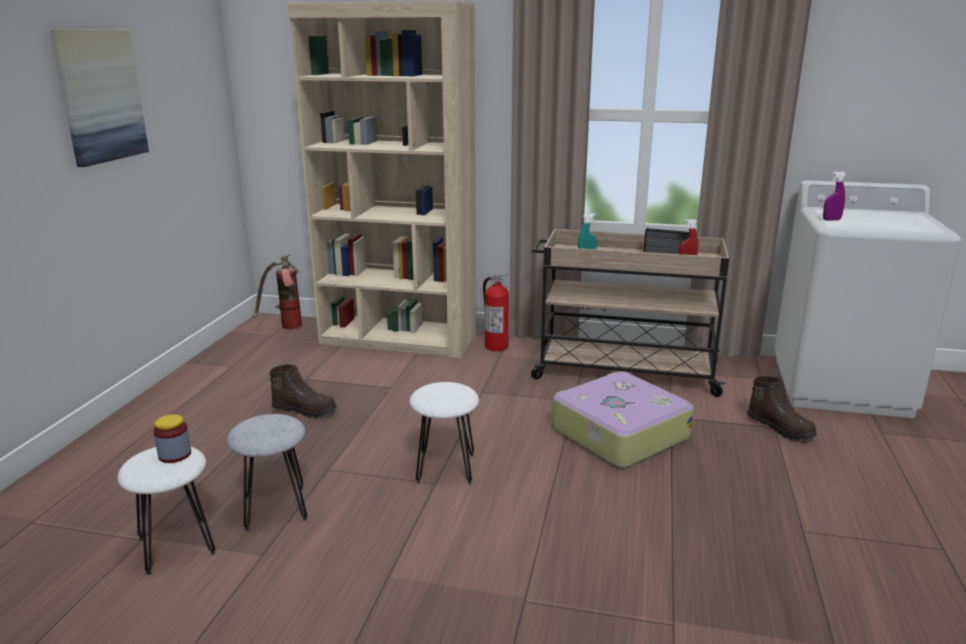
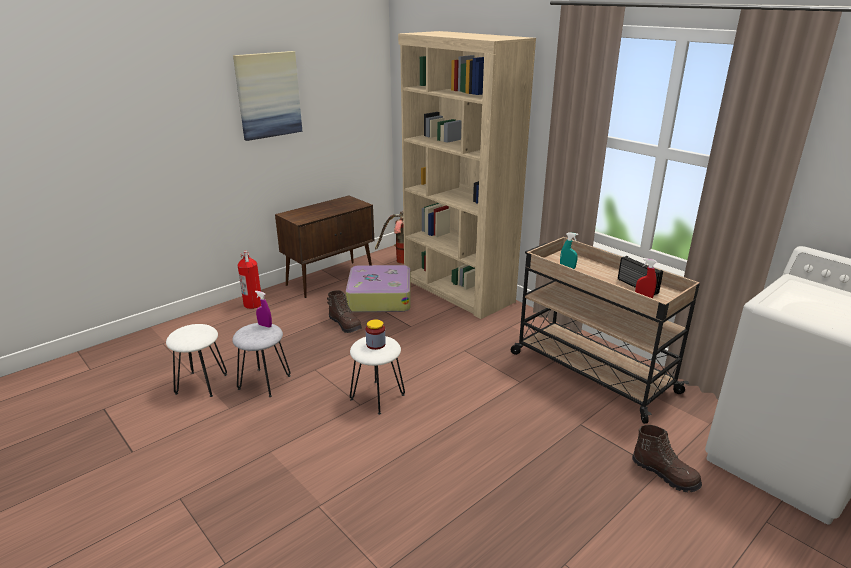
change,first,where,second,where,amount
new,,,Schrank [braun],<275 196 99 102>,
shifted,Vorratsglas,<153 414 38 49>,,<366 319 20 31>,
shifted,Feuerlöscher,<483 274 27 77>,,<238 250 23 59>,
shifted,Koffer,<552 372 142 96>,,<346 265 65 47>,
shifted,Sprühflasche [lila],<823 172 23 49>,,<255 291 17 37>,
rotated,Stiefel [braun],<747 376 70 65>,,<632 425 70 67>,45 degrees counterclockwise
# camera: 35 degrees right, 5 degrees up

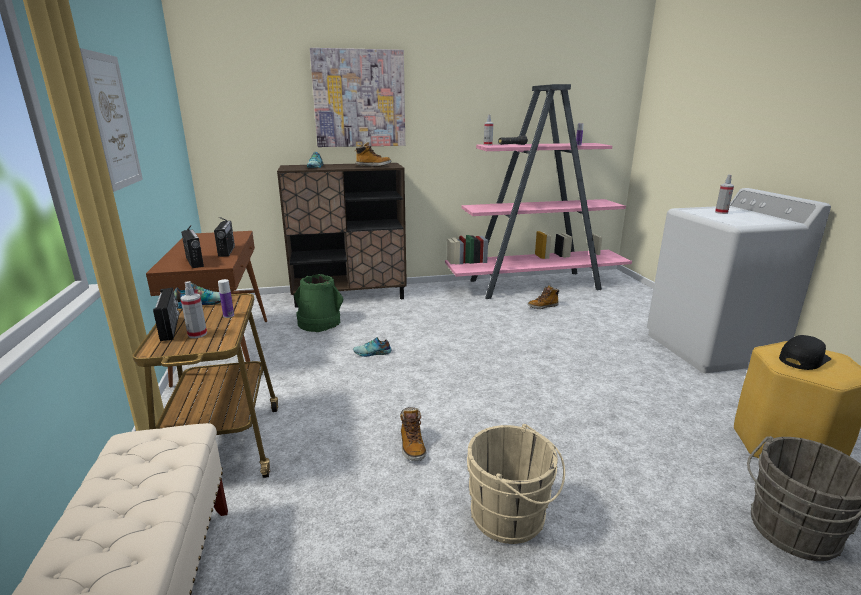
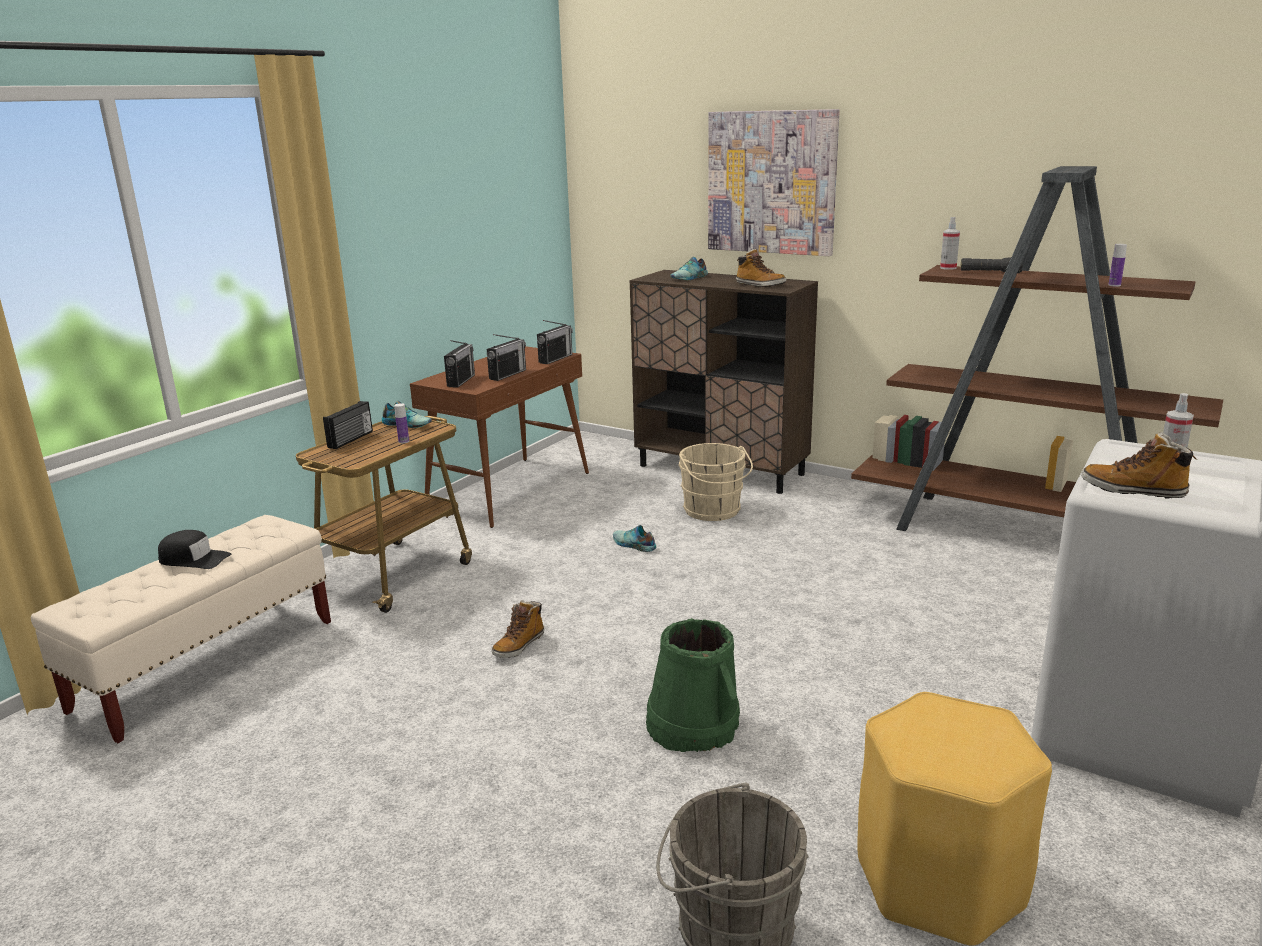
change,first,where,second,where,amount
gone,Bild,<80 48 63 144>,,,
gone,Sprühflasche,<180 281 27 57>,,,
new,,,Radio,<537 320 36 44>,
shifted,Eimer [grün],<294 274 49 58>,,<646 618 94 134>,
shifted,Eimer [beige],<467 424 98 120>,,<678 443 75 78>,
shifted,Stiefel,<528 285 31 24>,,<1081 432 116 67>,
shifted,Kappe [schwarz],<779 335 52 35>,,<158 530 73 39>,
repainted,Bücherregal [rosa],<445 84 187 215>,Bücherregal [braun],<851 166 372 365>,
# camera: 45 degrees right, 0 degrees up

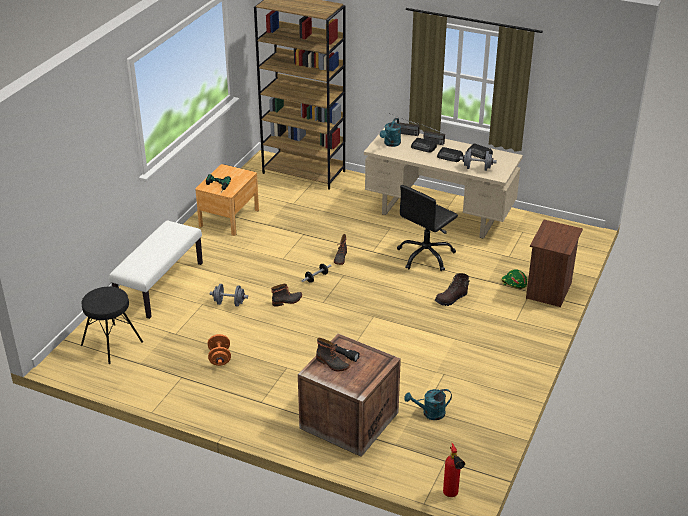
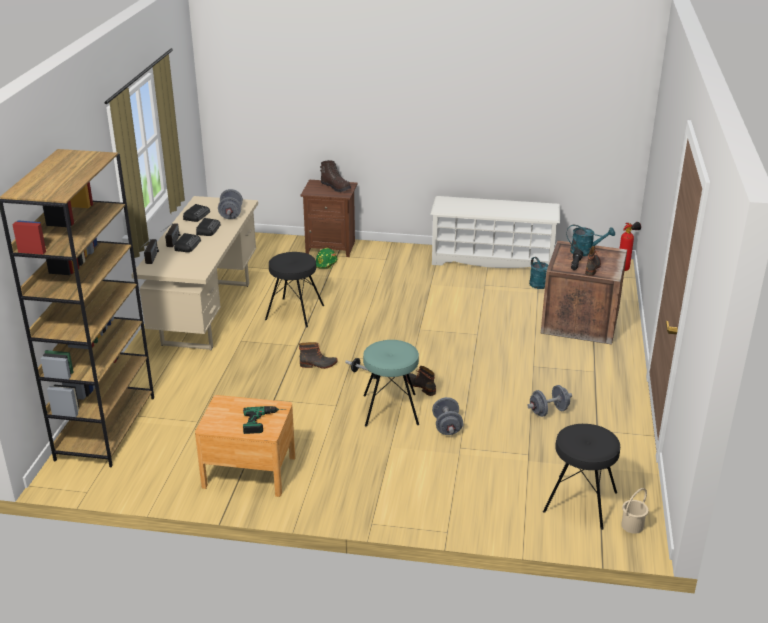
change,first,where,second,where,amount
gone,Bank [weiß],<109 221 94 98>,,,
new,,,Hocker [türkis],<363 340 56 87>,
new,,,Schuhregal [weiß],<430 196 130 72>,
new,,,Eimer [beige],<621 488 28 46>,
shifted,Gießkanne [türkis],<380 118 21 29>,,<567 225 48 31>,
shifted,Stiefel [braun],<435 273 35 33>,,<320 160 31 32>,
swapped,Bürostuhl [schwarz],<397 185 61 86>,Hocker [schwarz],<265 252 59 76>,
repainted,Hantel [orange],<208 334 23 32>,Hantel [grau],<527 385 45 32>,
# camera: 105 degrees left, 5 degrees down

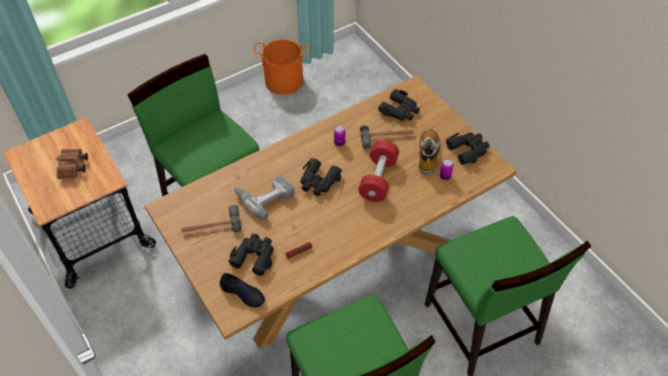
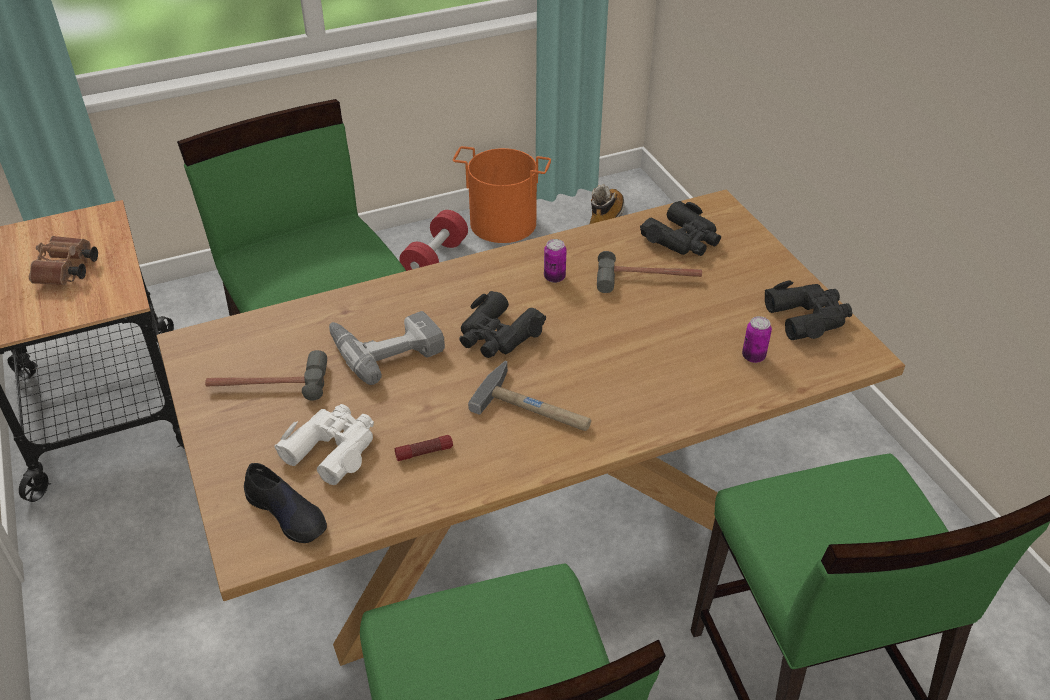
change,first,where,second,where,amount
new,,,Hammer,<468 361 123 70>,
shifted,Hantel [rot],<358 140 41 62>,,<399 210 69 61>,
shifted,Stiefel,<419 130 21 44>,,<589 185 35 39>,
repainted,Fernglas [schwarz],<229 234 45 42>,Fernglas [weiß],<274 404 100 81>,
# camera: 10 degrees right, 10 degrees down

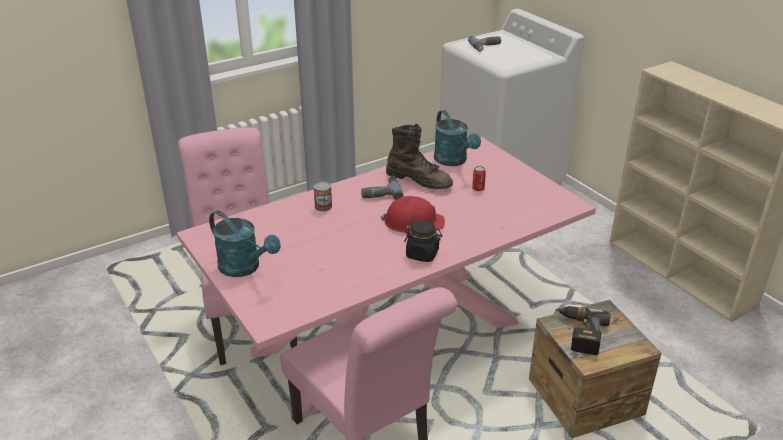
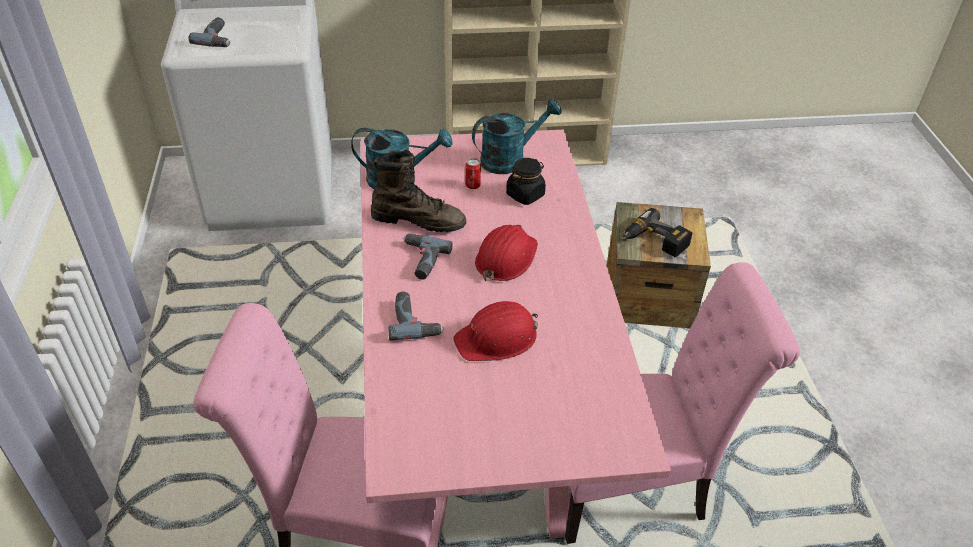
change,first,where,second,where,amount
new,,,Schutzhelm [rot],<453 301 85 60>,
shifted,Gießkanne [türkis],<209 210 72 67>,,<472 99 90 75>,
shifted,Vorratsglas [schwarz],<404 220 38 42>,,<506 158 40 47>,
swapped,Dose,<313 181 19 31>,Bohrmaschine,<388 292 56 49>,
rotated,Stiefel [braun],<386 124 67 65>,,<371 150 95 82>,45 degrees clockwise
# camera: 65 degrees left, 10 degrees up

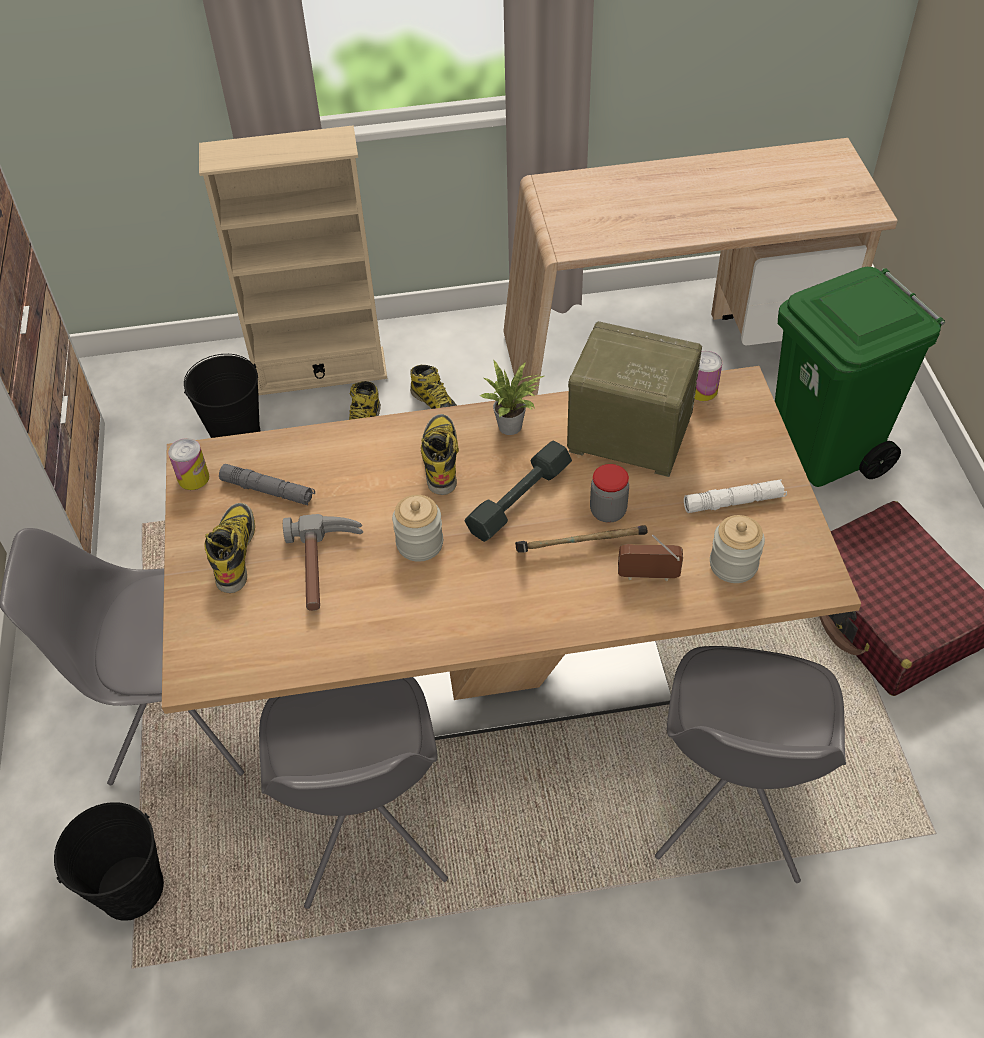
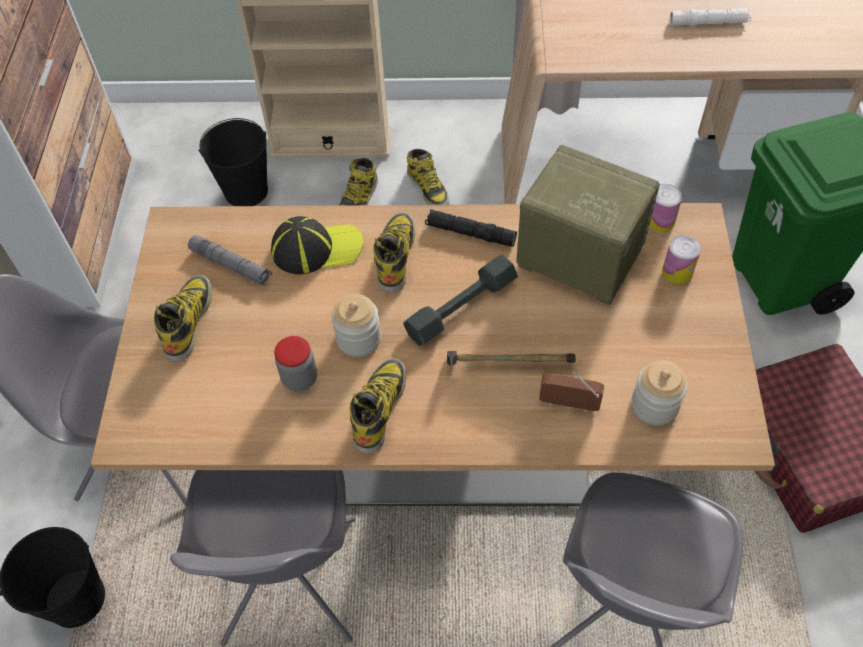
change,first,where,second,where,amount
gone,Hammer,<283 514 80 97>,,,
new,,,Kappe,<271 216 92 59>,
new,,,Stiefel,<350 358 56 96>,
shifted,Dose,<168 438 41 52>,,<662 235 39 50>,
shifted,Vorratsglas,<590 464 39 59>,,<274 336 43 55>,
shifted,Taschenlampe [weiß],<684 479 103 34>,,<670 8 81 18>,
swapped,Topfpflanze,<480 361 64 74>,Taschenlampe [schwarz],<425 209 92 38>,
# camera: 10 degrees right, 5 degrees up

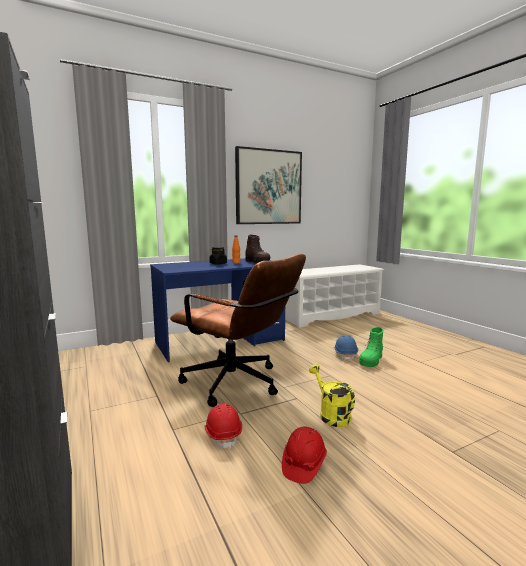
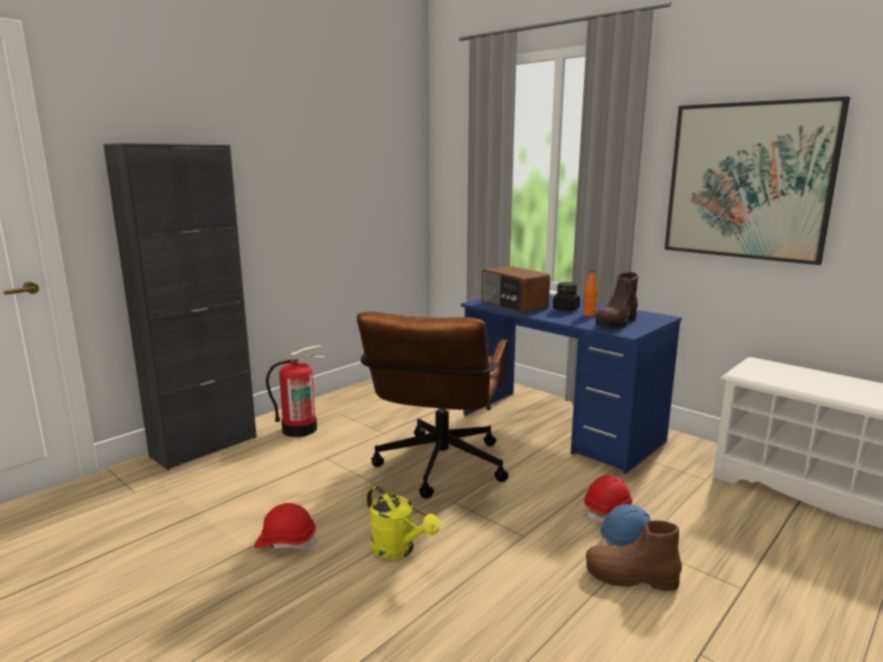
change,first,where,second,where,amount
new,,,Feuerlöscher,<266 345 59 92>,
new,,,Radio,<481 266 69 47>,
shifted,Schutzhelm [rot],<205 404 37 45>,,<584 475 48 48>,
repainted,Stiefel [grün],<360 327 23 40>,Stiefel [braun],<586 520 96 71>,
rotated,Gießkanne [gelb],<309 364 46 63>,,<367 486 73 73>,90 degrees clockwise
# camera: 70 degrees right, 5 degrees up

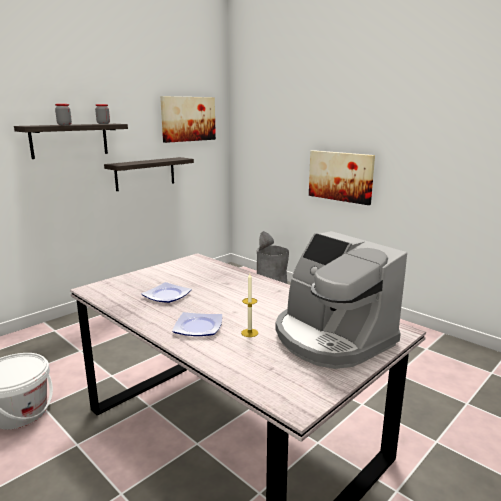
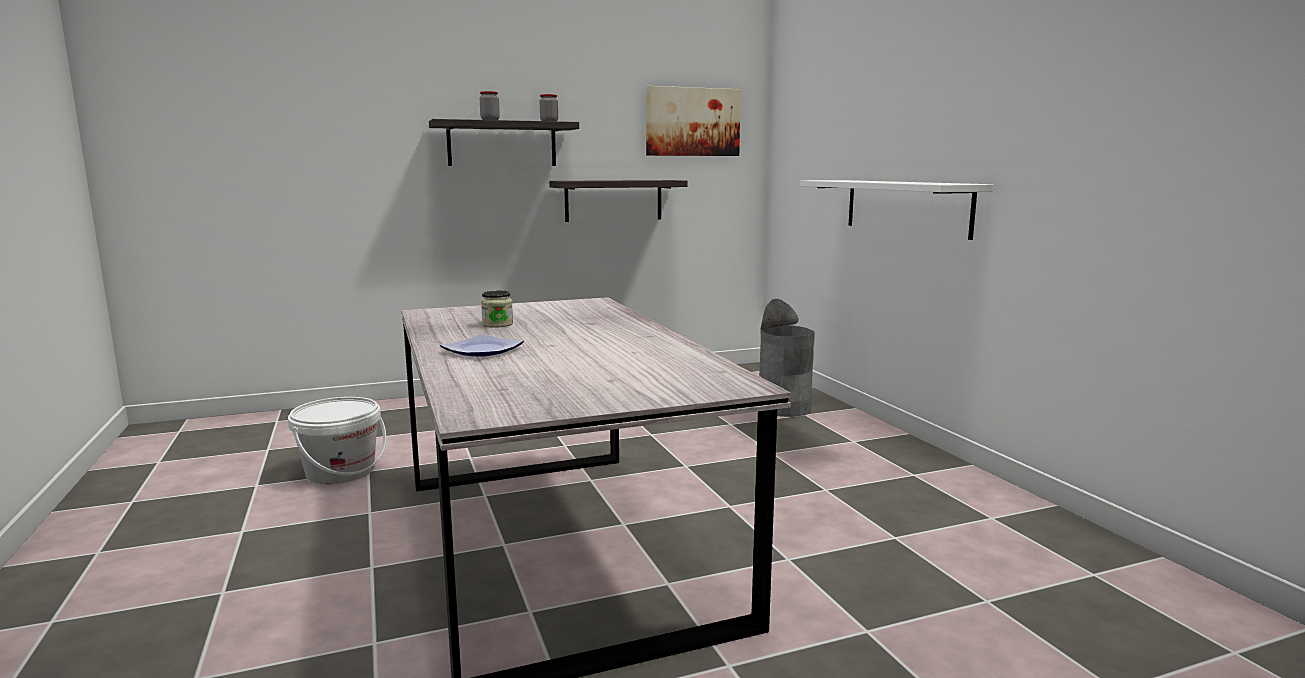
change,first,where,second,where,amount
gone,Kerze,<241 274 17 63>,,,
gone,Kaffeemaschine,<275 231 132 138>,,,
swapped,Teller,<141 282 51 21>,Vorratsglas,<481 291 32 37>,
swapped,Bild,<309 150 66 55>,Wandregal [weiß],<800 180 194 60>,
# camera: 25 degrees right, 5 degrees down

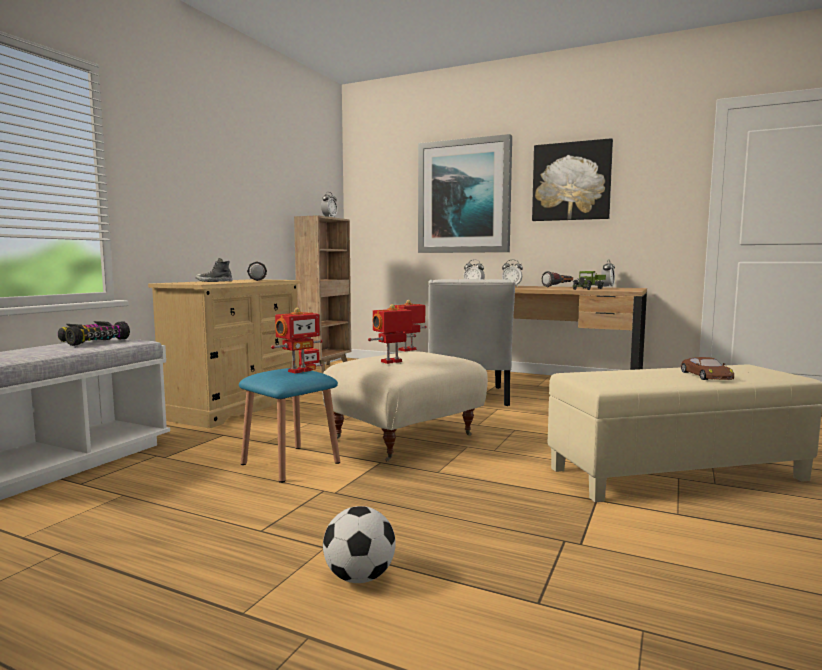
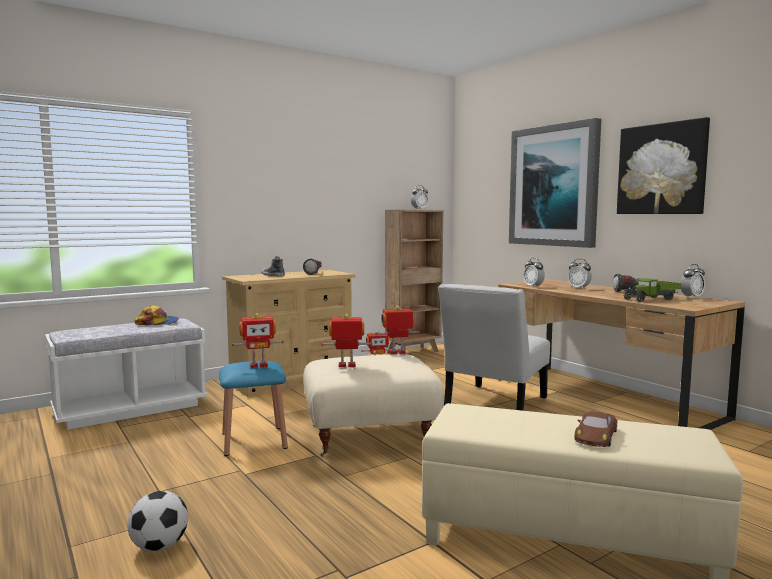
change,first,where,second,where,amount
swapped,Spielzeugauto,<58 321 72 25>,Kappe,<134 305 45 21>,
# camera: 30 degrees right, 0 degrees up

